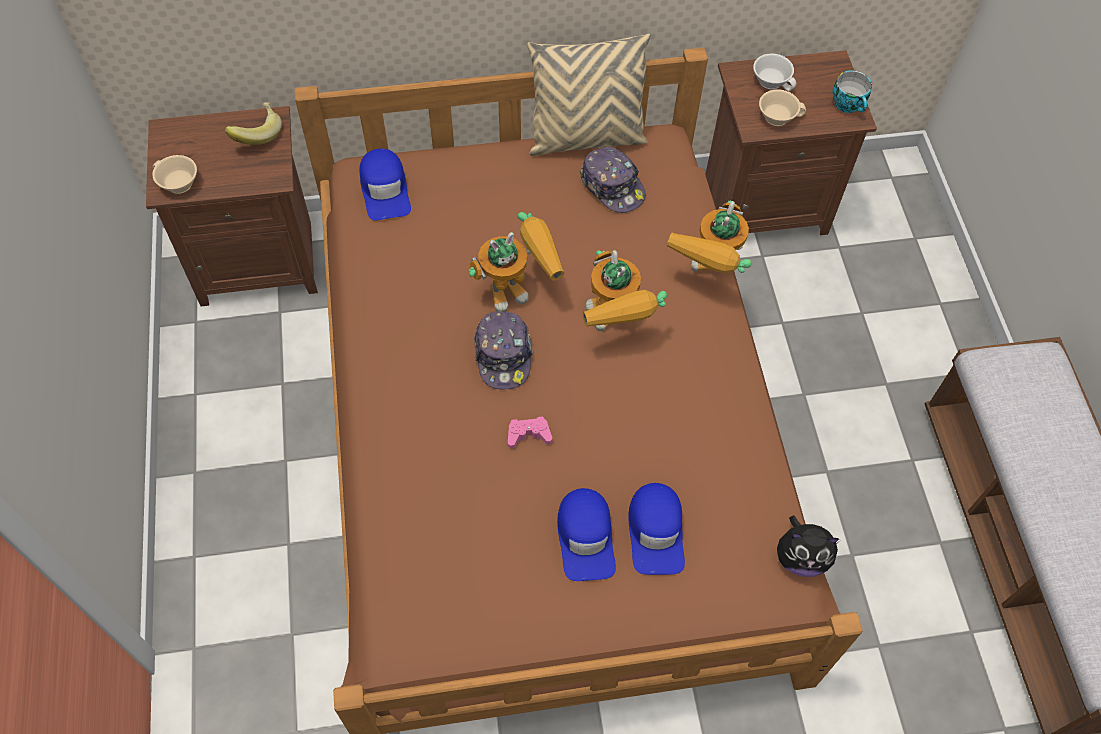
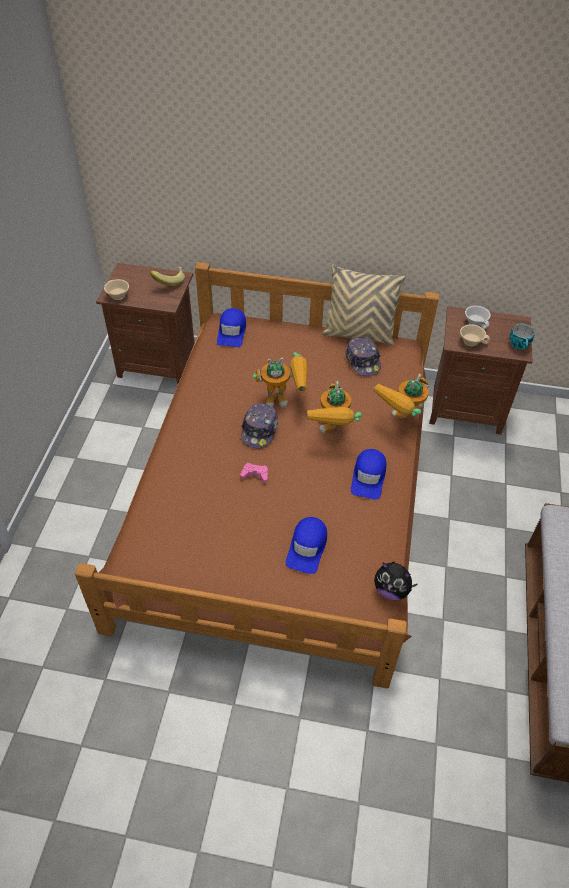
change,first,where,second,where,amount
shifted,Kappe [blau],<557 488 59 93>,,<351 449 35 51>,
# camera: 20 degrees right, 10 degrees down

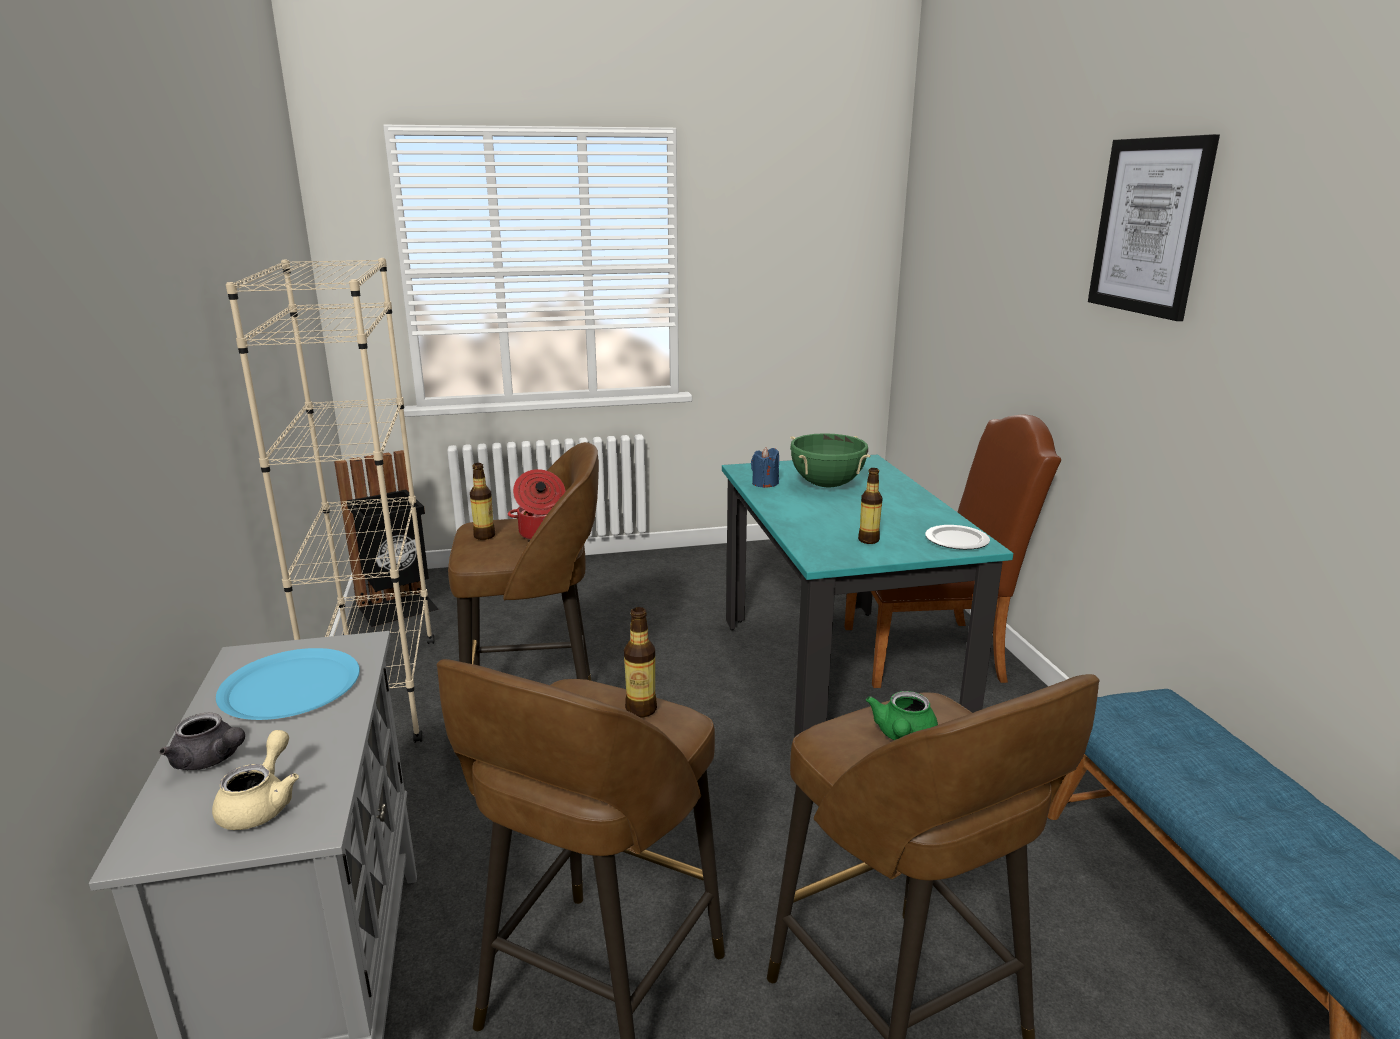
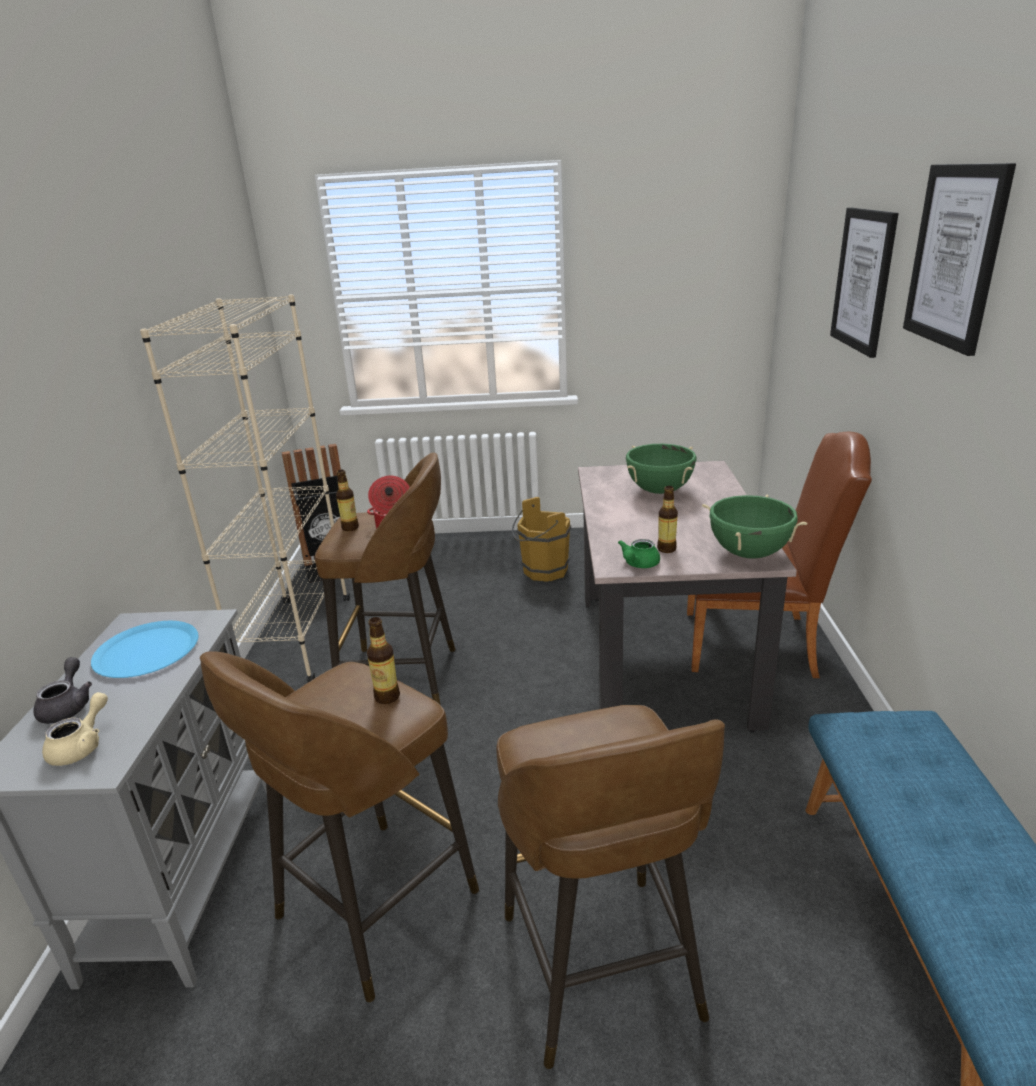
change,first,where,second,where,amount
gone,Kerze [blau],<751 447 28 41>,,,
new,,,Eimer [braun],<512 497 59 85>,
new,,,Bild,<830 208 68 150>,
shifted,Teekanne [grün],<866 691 72 49>,,<618 539 42 29>,
swapped,Teller,<925 525 65 25>,Kochtopf [grün],<702 494 105 65>,
repainted,Esstisch [türkis],<722 454 291 284>,Esstisch [beige],<578 461 219 271>,
rotated,Teekanne [grau],<160 713 85 57>,,<33 657 59 67>,135 degrees counterclockwise
# camera: 15 degrees right, 5 degrees up

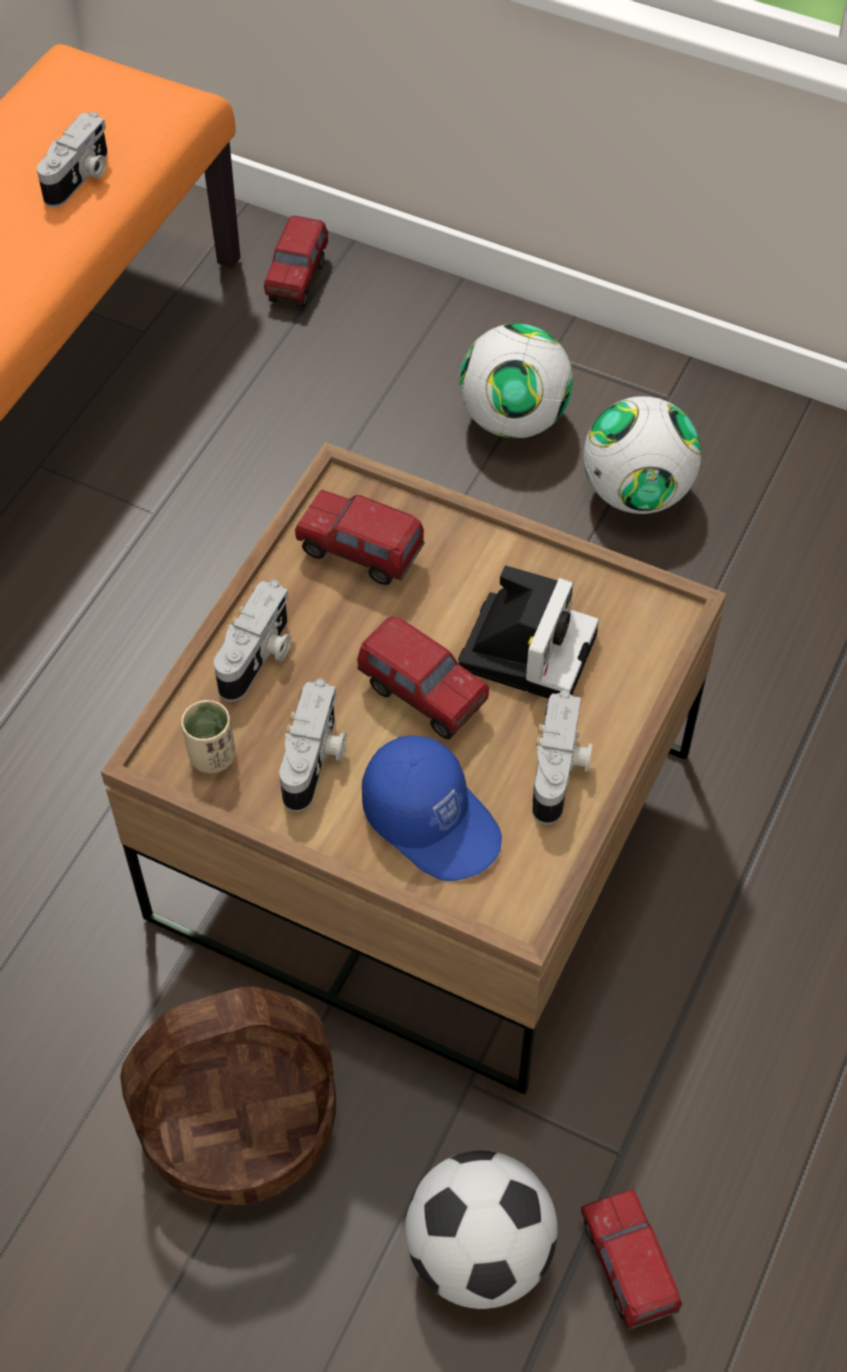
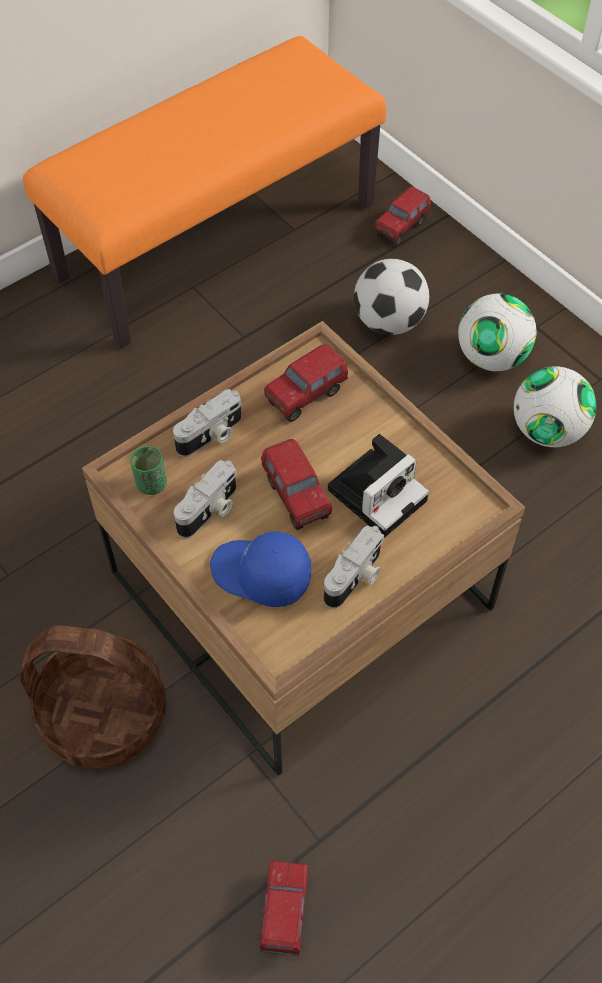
change,first,where,second,where,amount
gone,Kamera,<37 112 71 95>,,,
shifted,Fußball,<405 1151 153 158>,,<354 259 75 76>,
repainted,Tasse [beige],<181 700 55 73>,Tasse [grün],<130 446 37 49>,
rotated,Spielzeuglaster,<295 490 130 95>,,<264 344 84 78>,90 degrees counterclockwise
rotated,Kappe [blau],<362 736 140 145>,,<210 532 101 75>,135 degrees clockwise
# camera: 25 degrees right, 0 degrees up

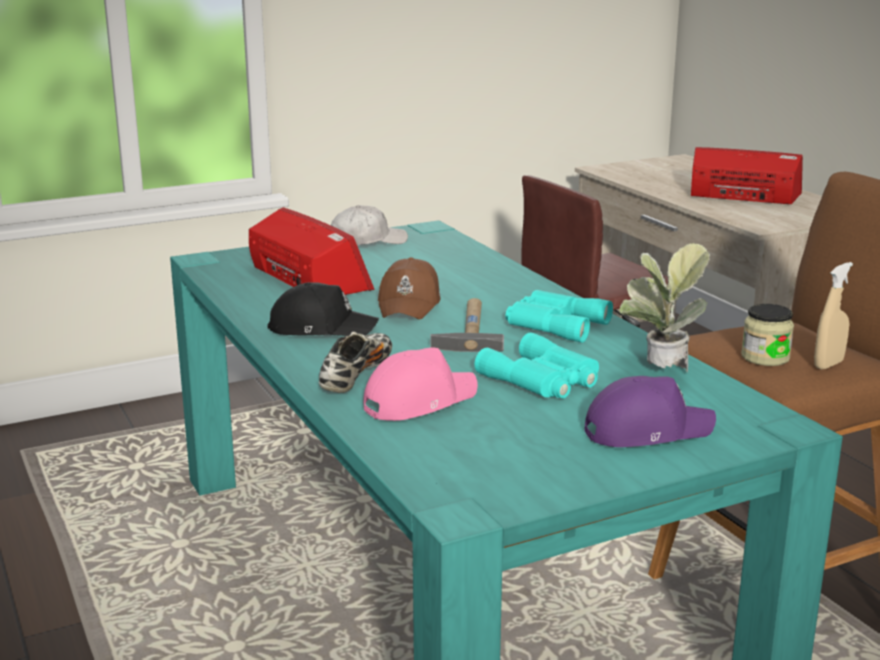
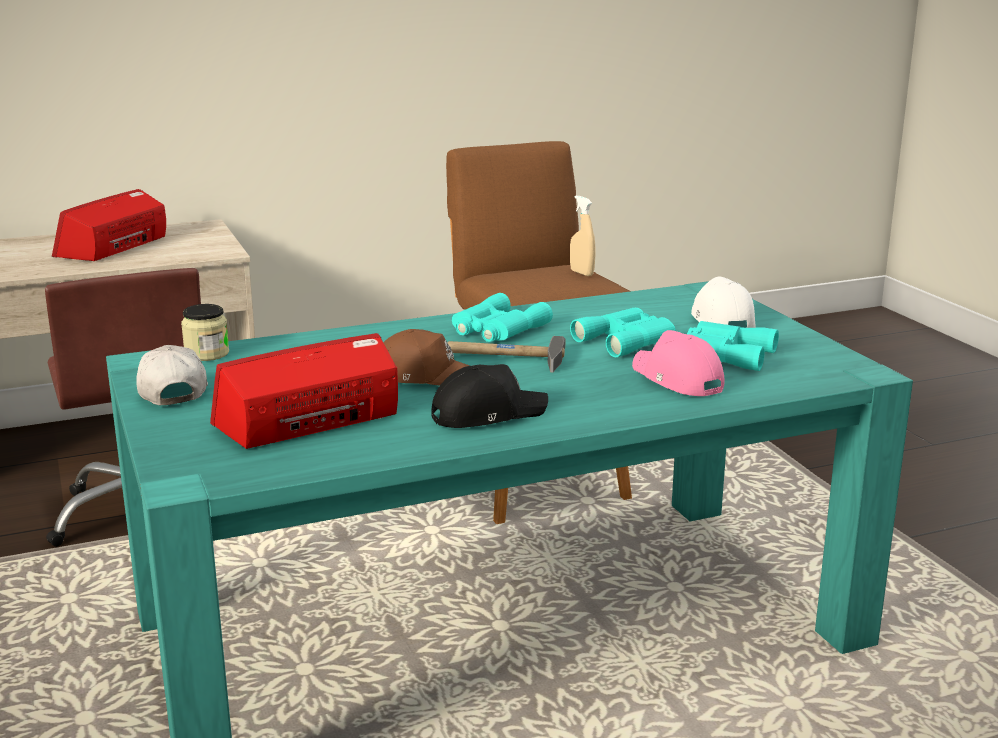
change,first,where,second,where,amount
gone,Schuh,<319 332 73 61>,,,
gone,Topfpflanze,<619 243 92 130>,,,
new,,,Fernglas [türkis],<687 321 92 50>,
shifted,Vorratsglas,<741 304 53 62>,,<181 304 48 57>,
repainted,Kappe [lila],<584 376 132 71>,Kappe [weiß],<691 276 65 52>,
rotated,Kappe [schwarz],<267 282 112 54>,,<431 364 117 64>,60 degrees clockwise
# camera: 85 degrees left, 0 degrees up

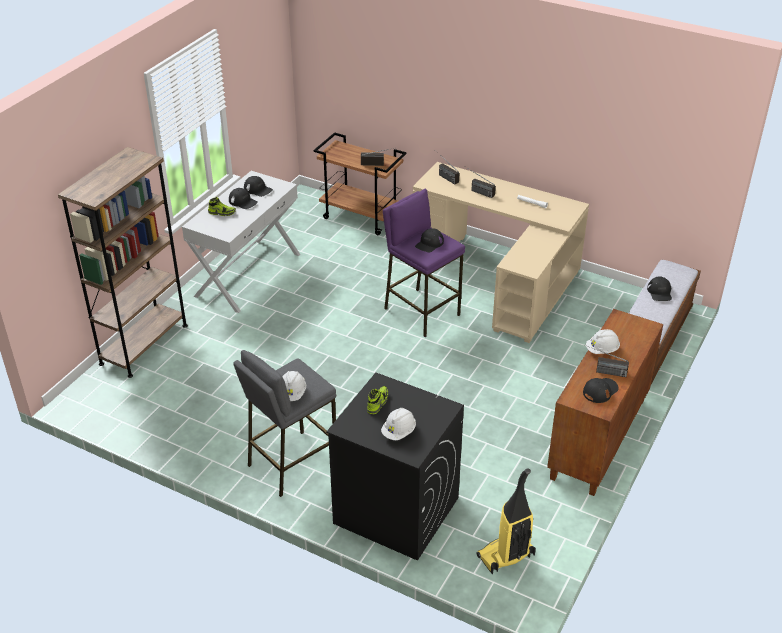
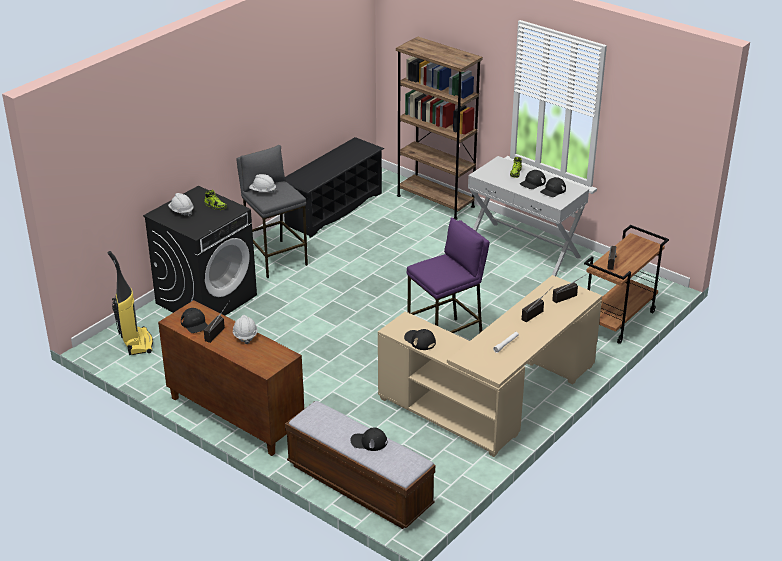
change,first,where,second,where,amount
new,,,Schuhregal [schwarz],<284 137 100 101>,
shifted,Kappe [schwarz],<415 228 29 24>,,<404 329 32 21>,
# camera: 100 degrees right, 5 degrees down

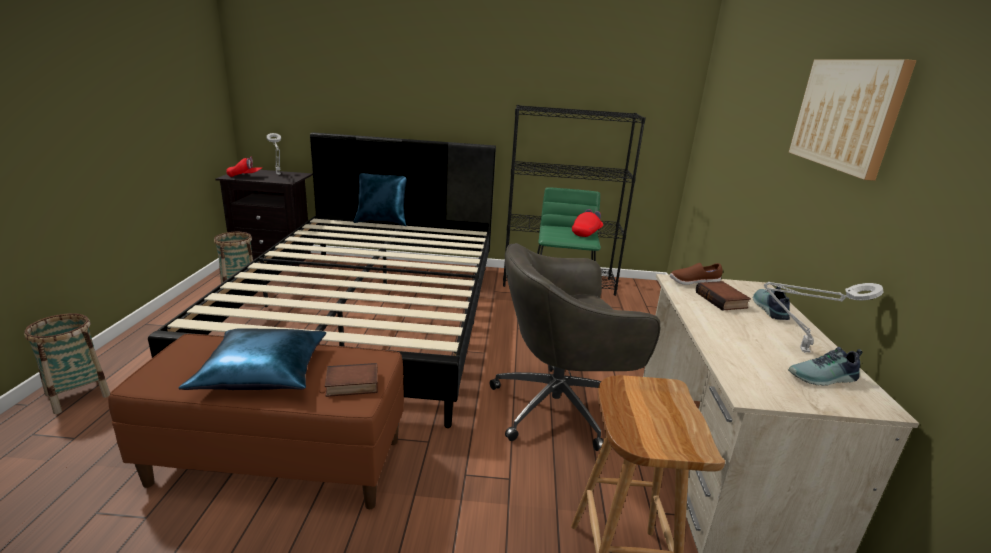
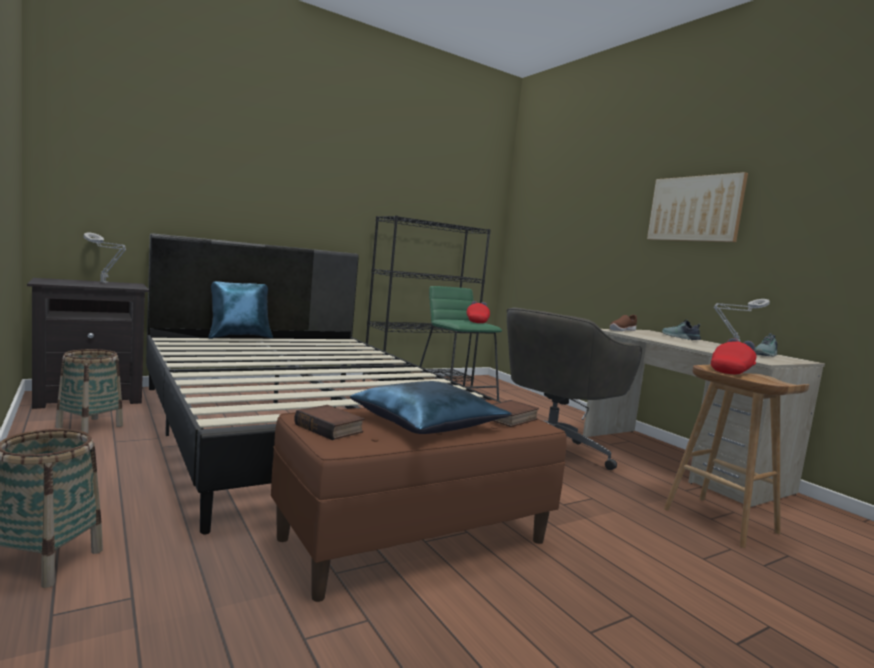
change,first,where,second,where,amount
shifted,Kappe [rot],<226 157 36 20>,,<711 338 45 36>,
shifted,Buch,<696 281 55 30>,,<294 405 70 35>,
# camera: 35 degrees left, 15 degrees down

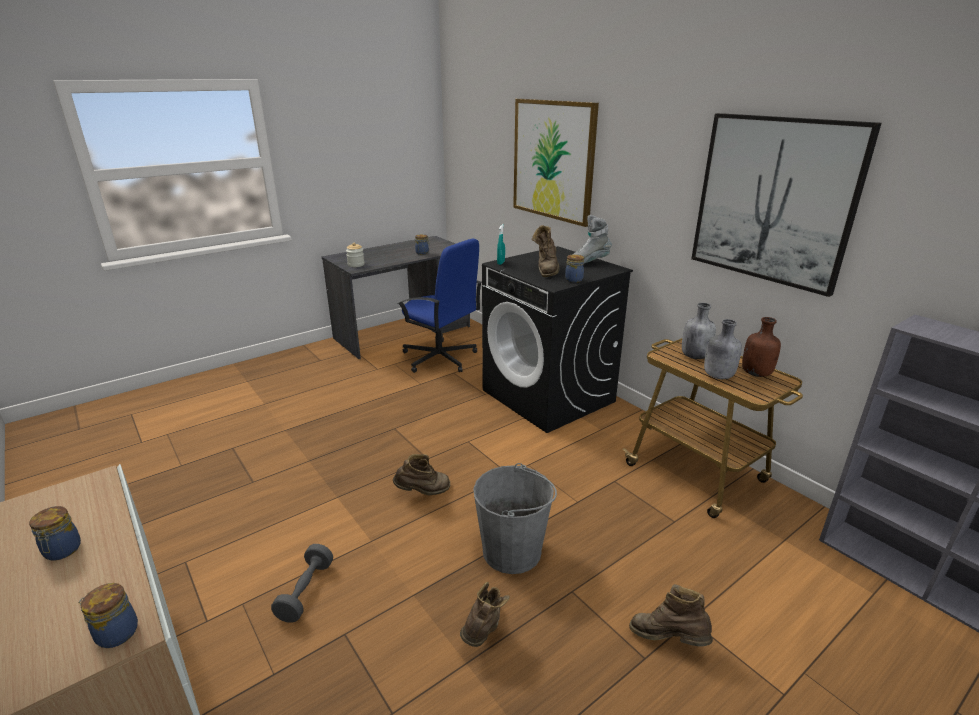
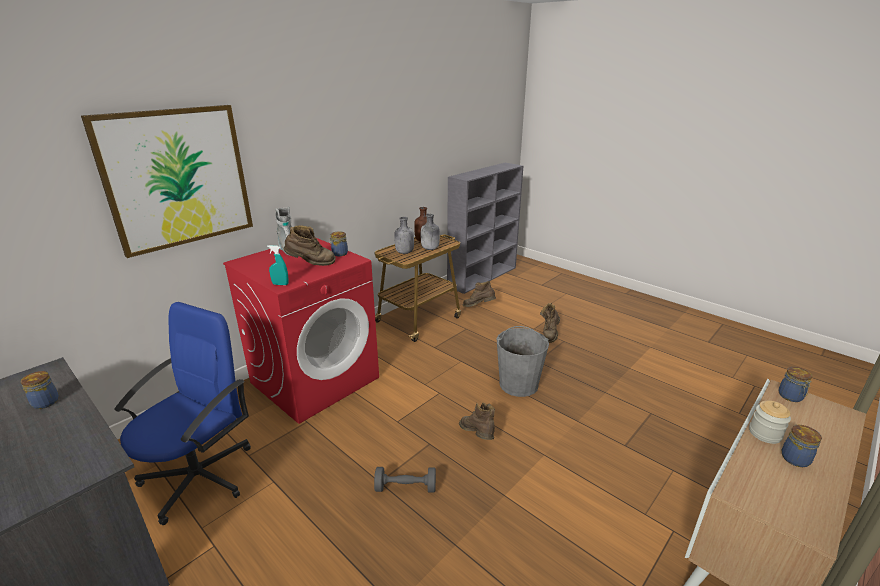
change,first,where,second,where,amount
gone,Bild,<691 113 191 184>,,,
shifted,Hantel [grau],<271 544 62 79>,,<374 467 62 26>,
shifted,Vorratsglas,<346 243 19 24>,,<749 401 42 43>,
shifted,Stiefel [braun],<460 582 50 65>,,<463 281 33 26>,
repainted,Waschmaschine [schwarz],<482 246 151 187>,Waschmaschine [rot],<223 237 156 187>,
# camera: 100 degrees left, 0 degrees up

